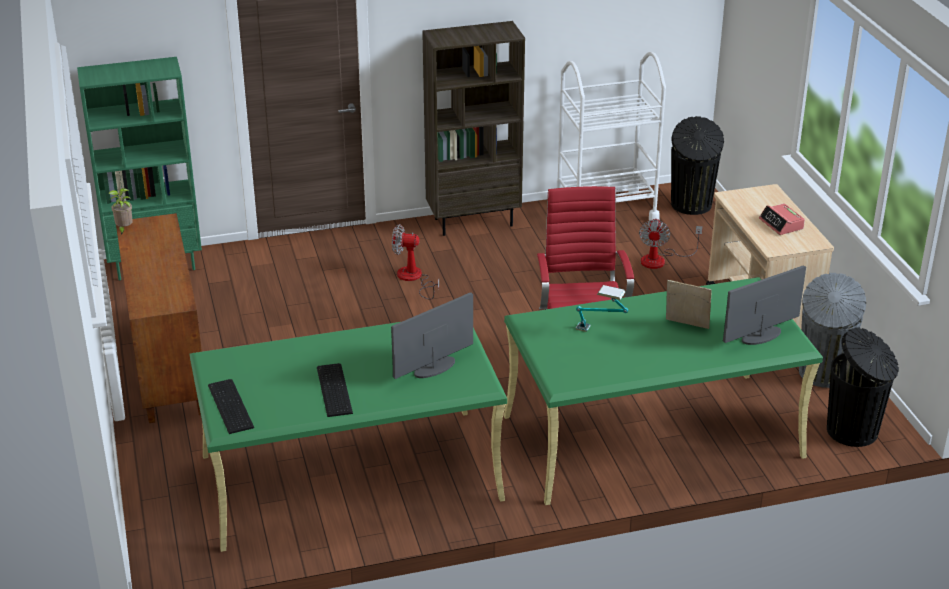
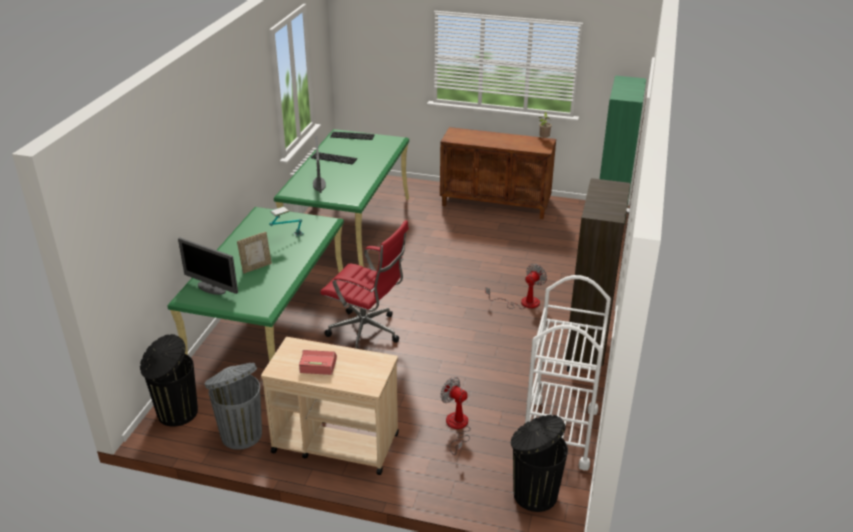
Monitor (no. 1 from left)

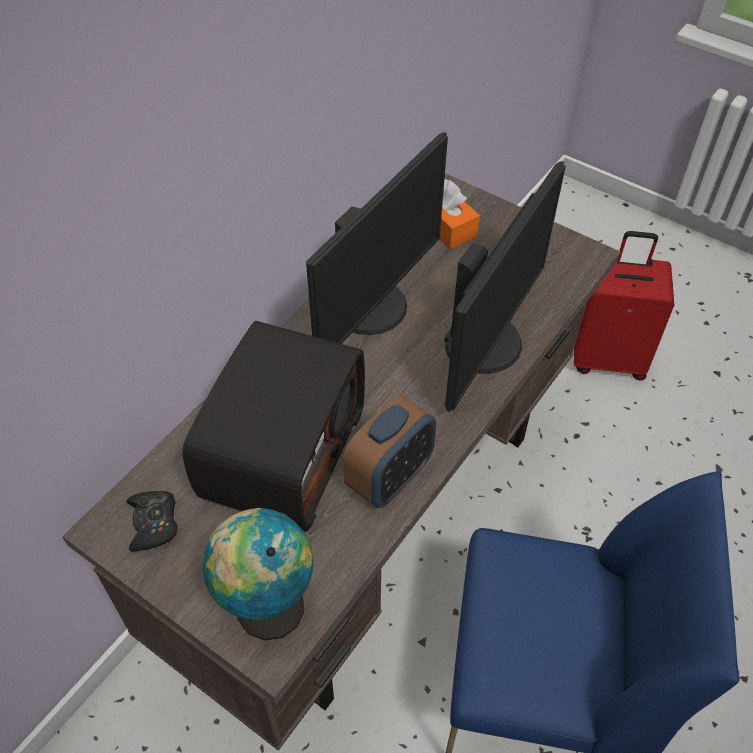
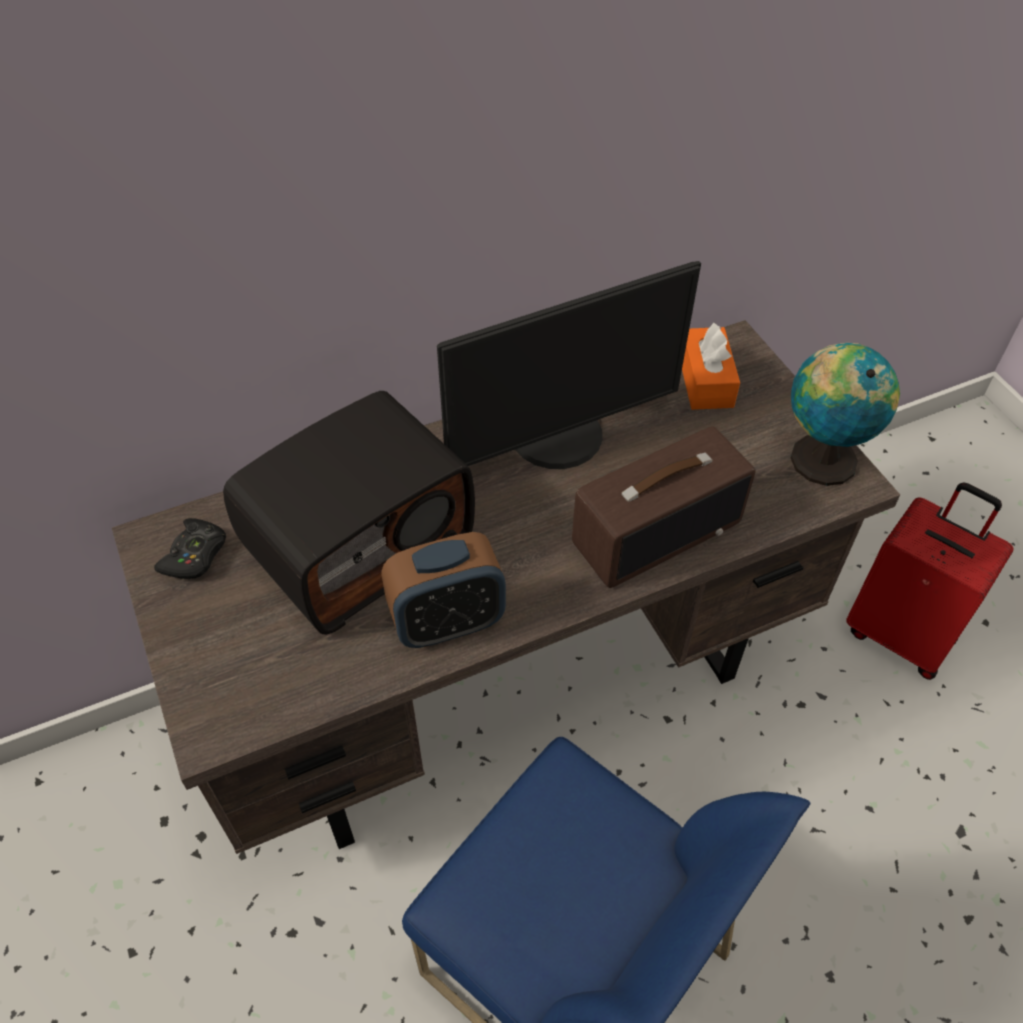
Globus; Radio (no. 2 from left)

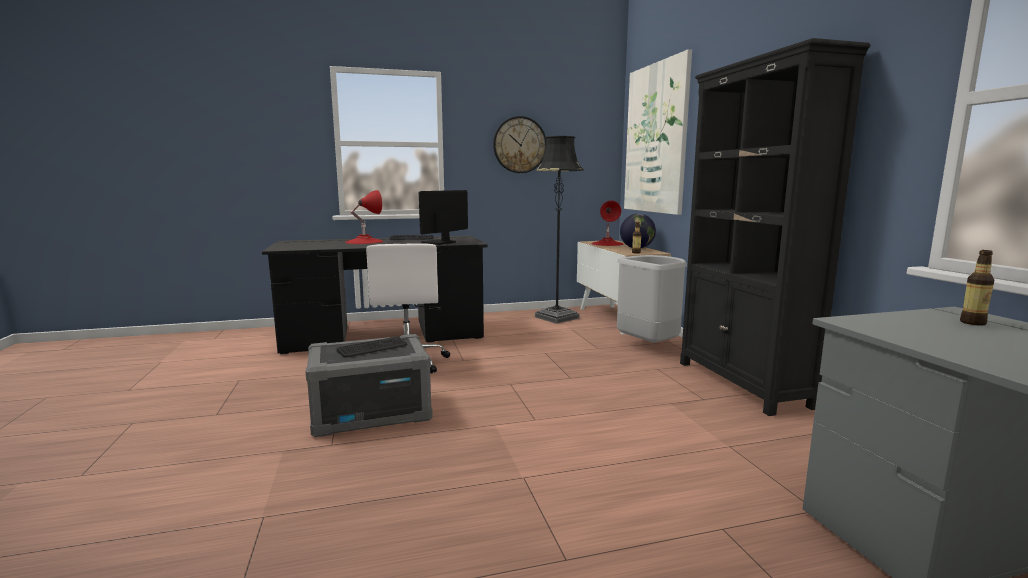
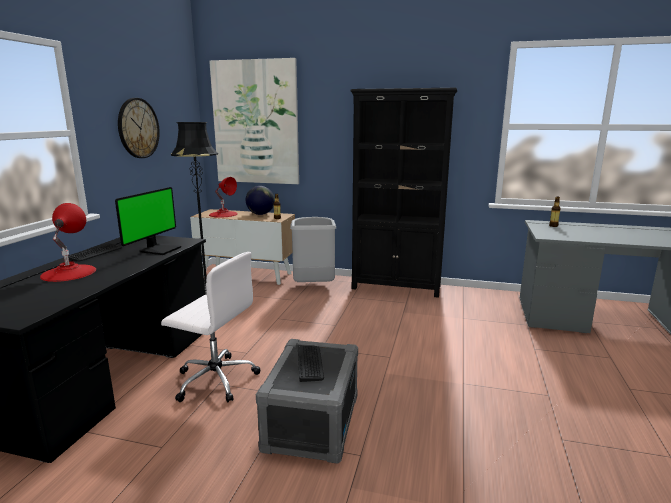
Monitor

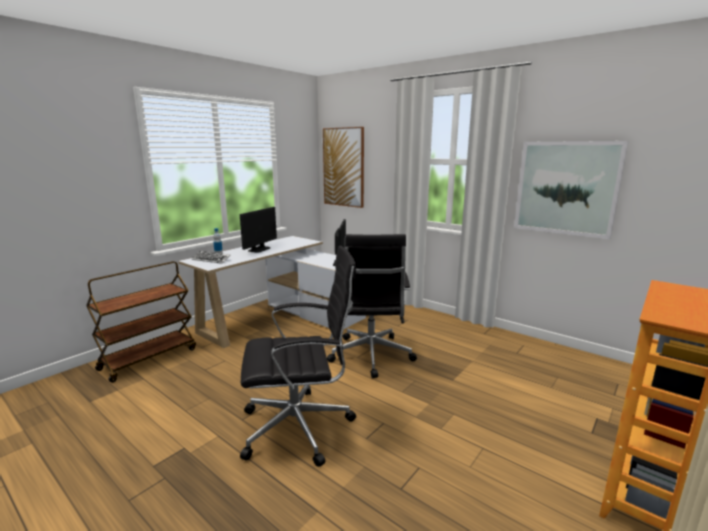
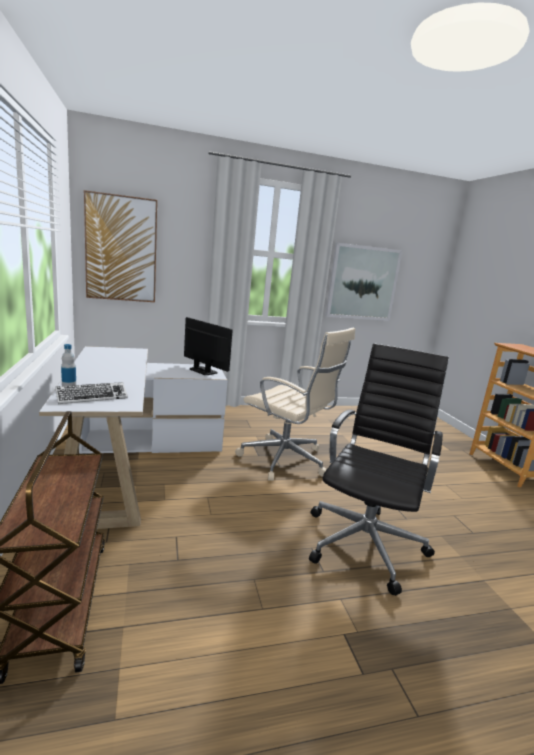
Monitor (no. 1 from left in the first image); Bürostuhl/beige

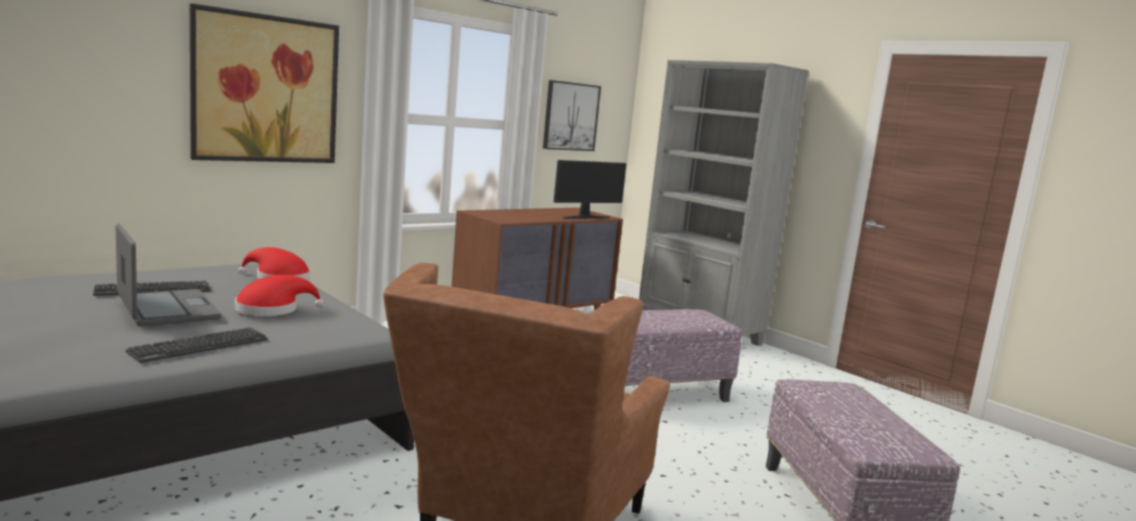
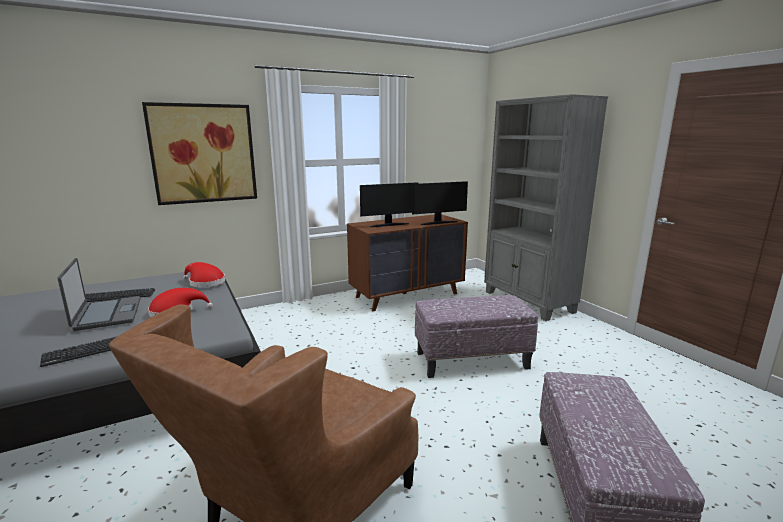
Bild (no. 2 from left in the first image); Monitor (no. 1 from left)

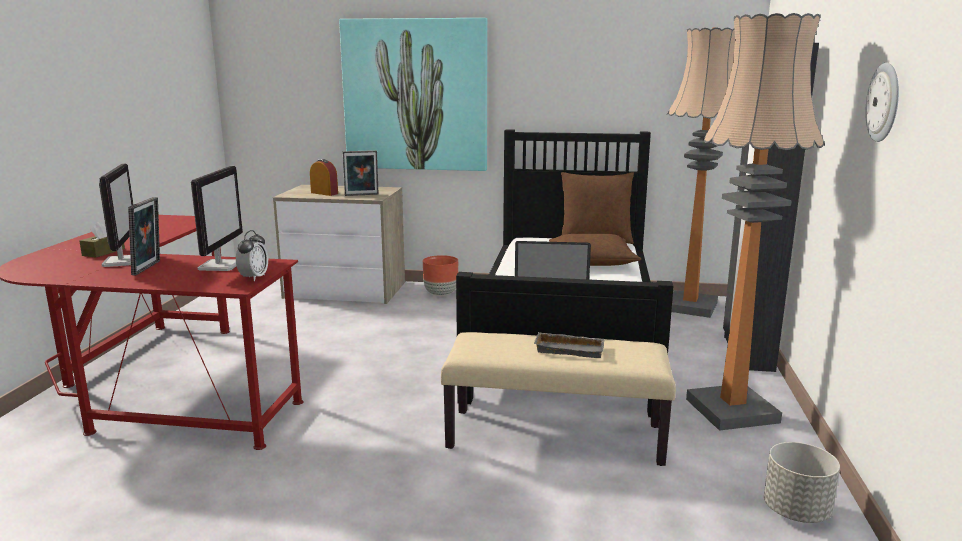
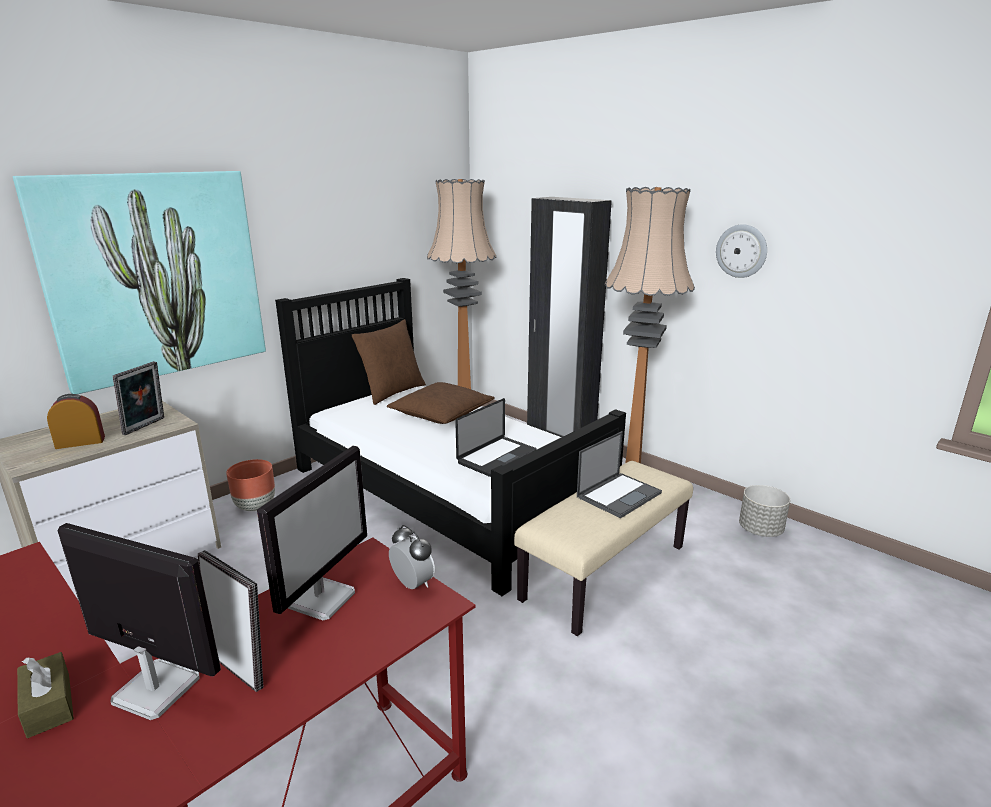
Laptop (no. 2 from left); Monitor (no. 2 from left)

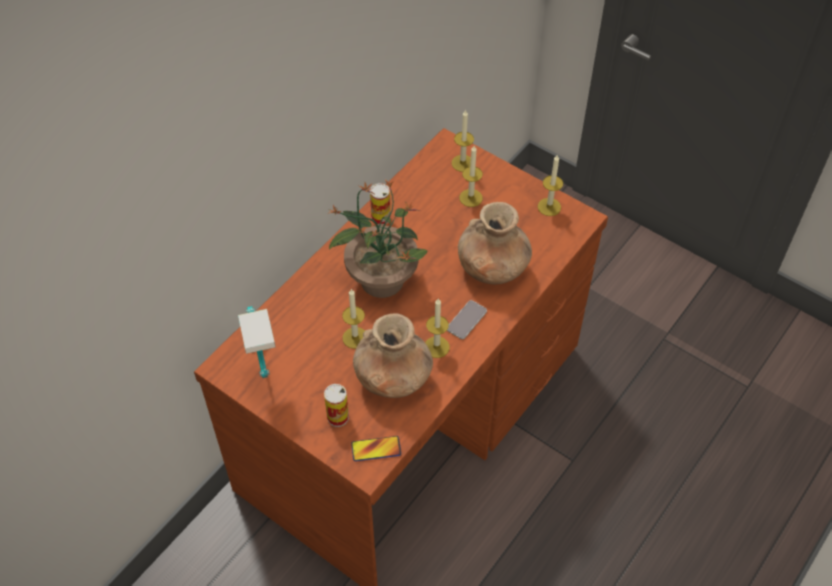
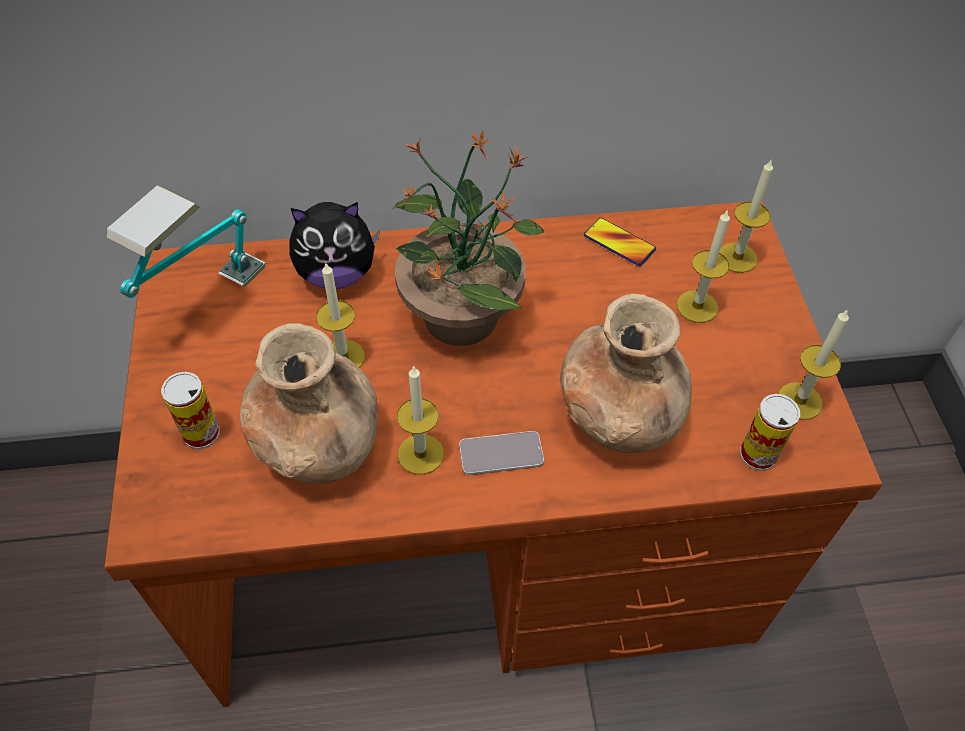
Plüschtier; Handy (no. 2 from left); Dose (no. 2 from left)

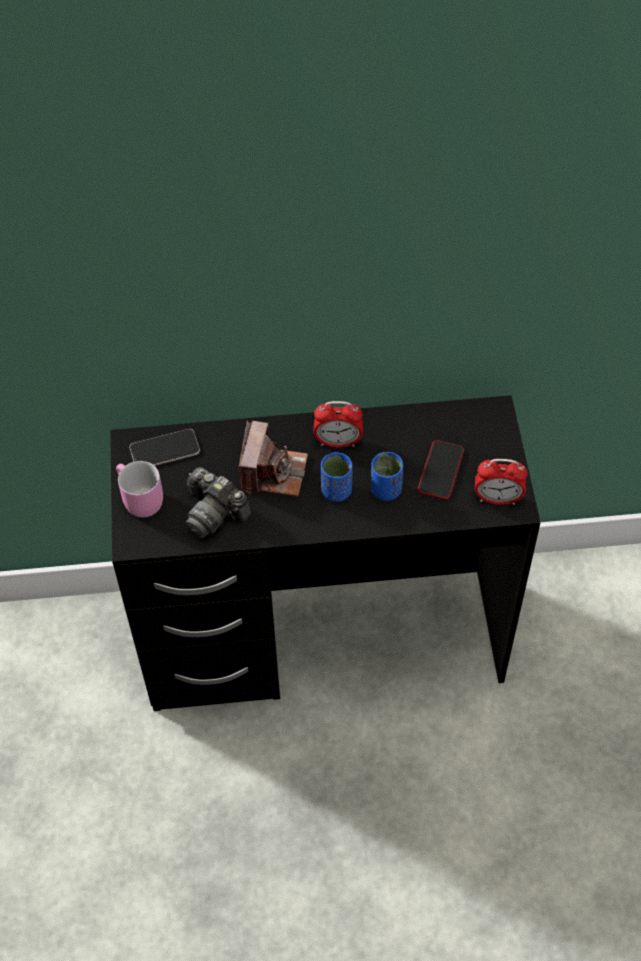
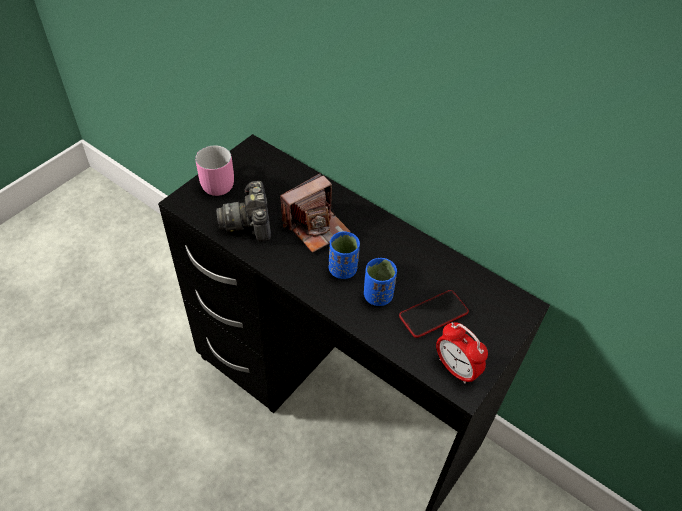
Handy (no. 1 from left in the first image); Wecker (no. 1 from left in the first image)

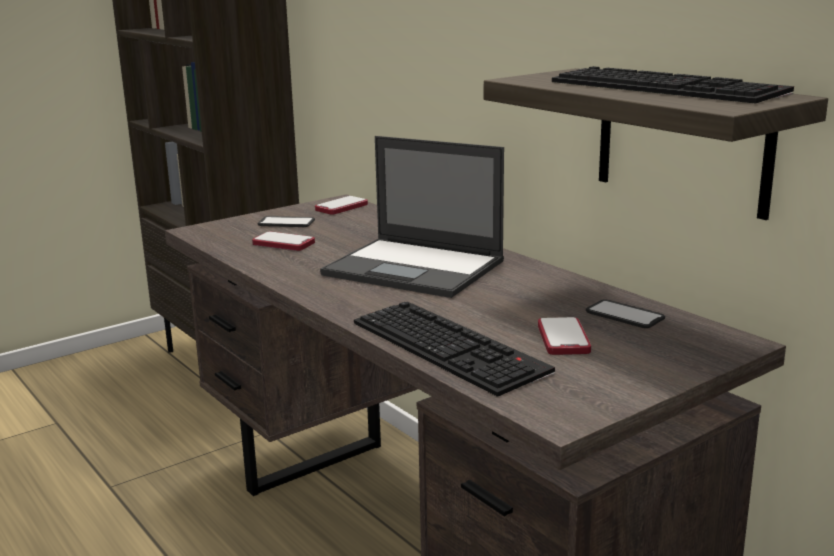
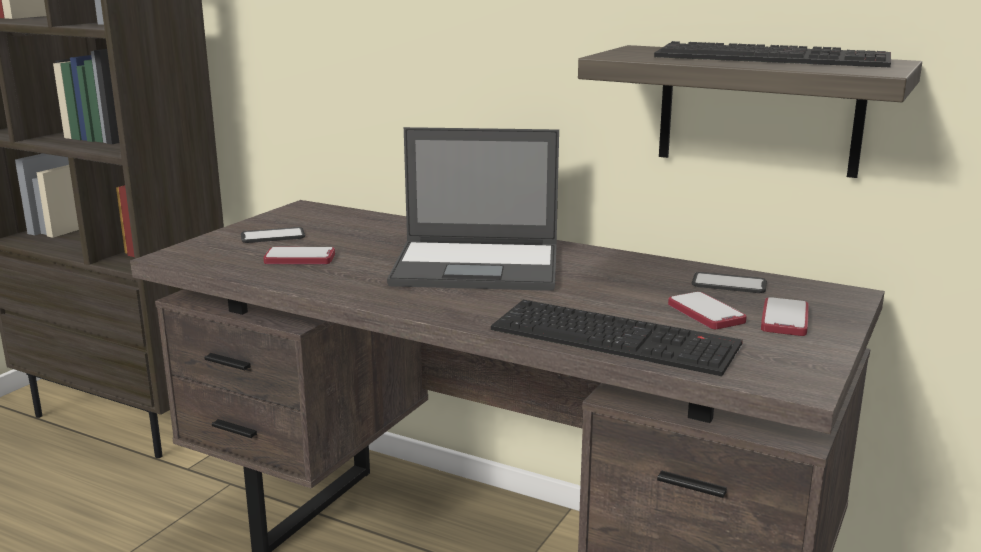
Handy (no. 5 from left)

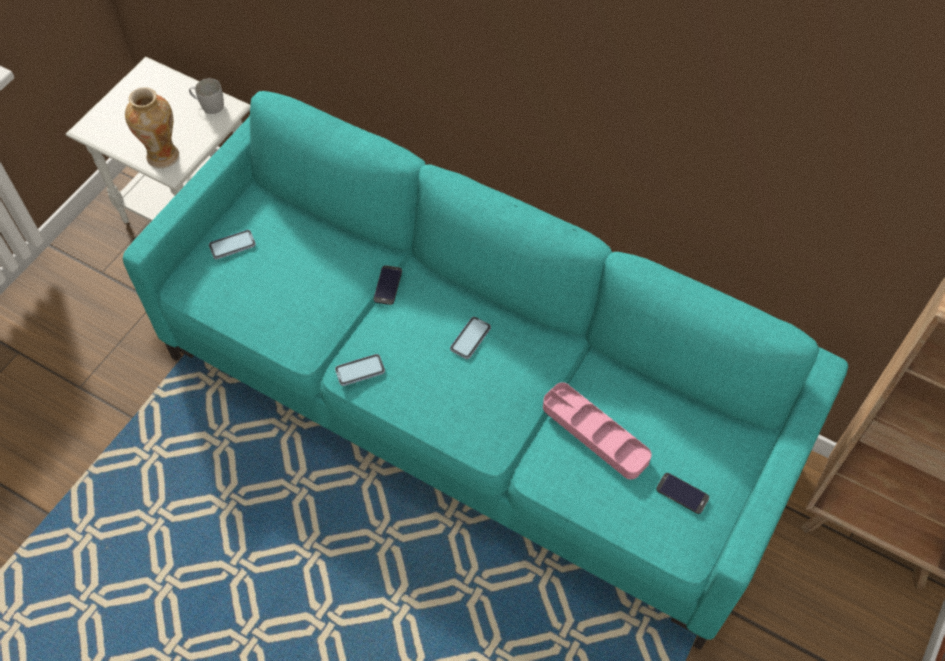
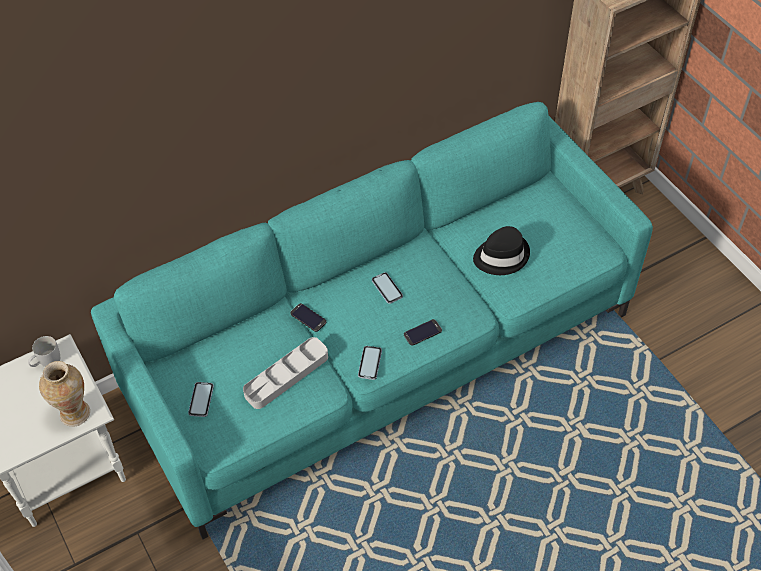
Tablett/grau; Handy (no. 5 from left); Hut/schwarz

